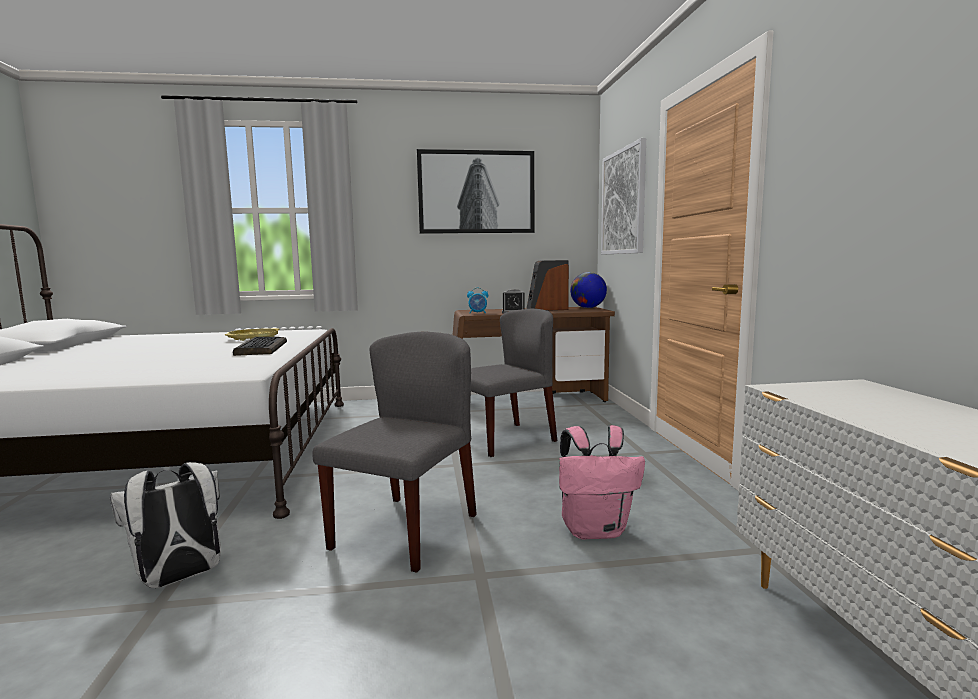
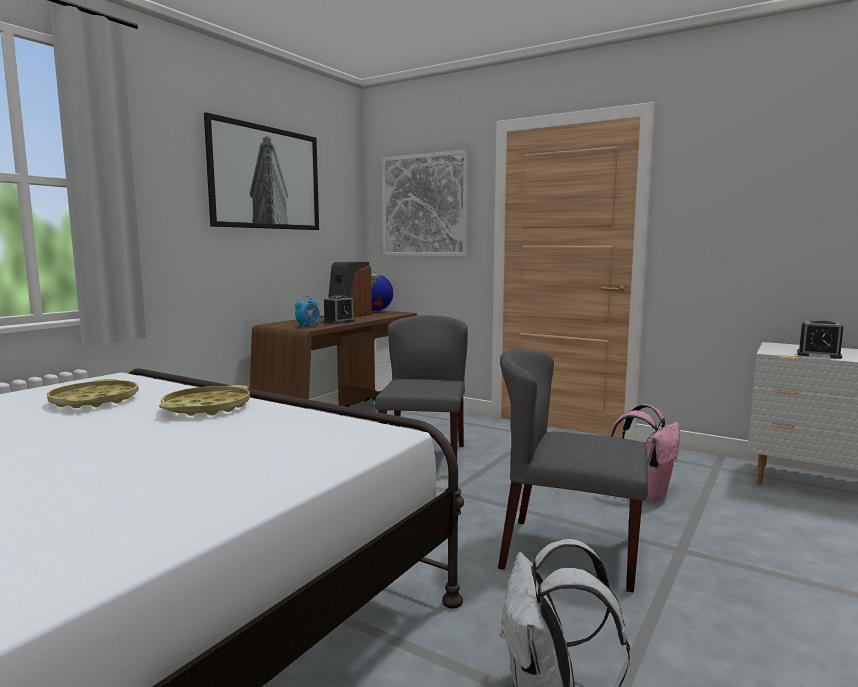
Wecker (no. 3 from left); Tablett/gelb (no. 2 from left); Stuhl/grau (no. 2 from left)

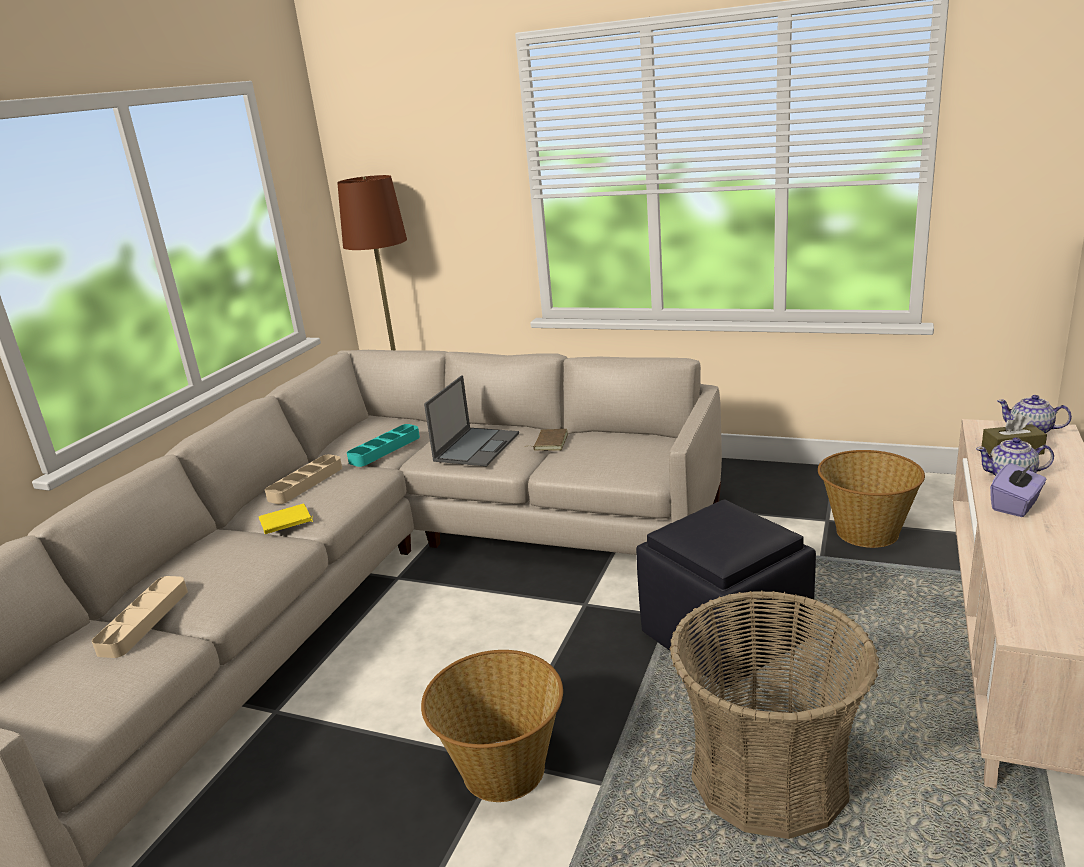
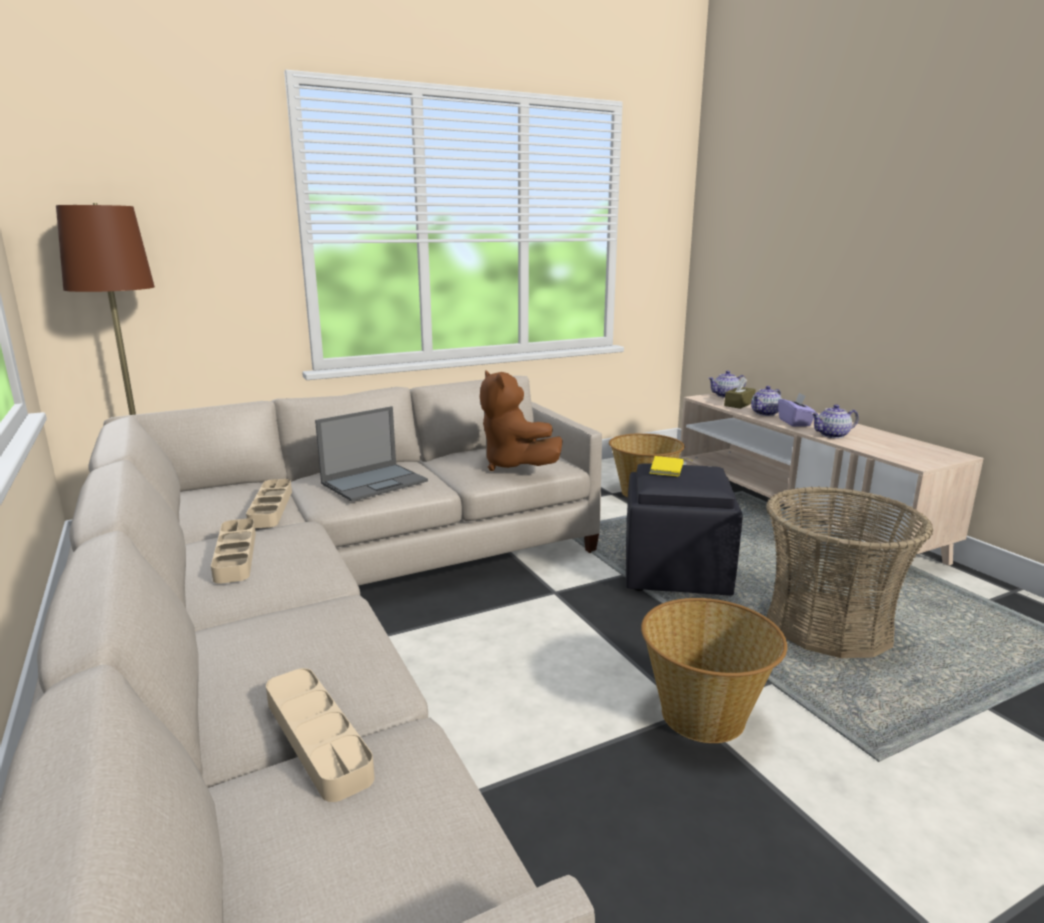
Buch/braun; Plüschtier/braun; Teekanne (no. 3 from left); Buch/gelb; Tablett/beige (no. 2 from left); Laptop

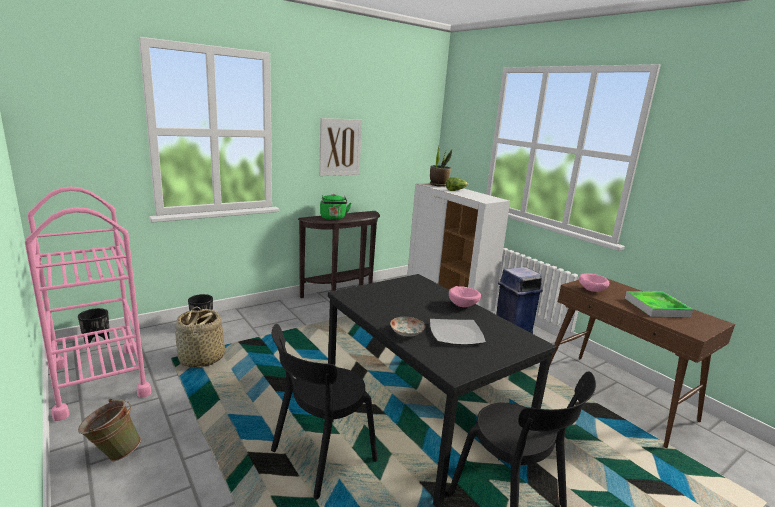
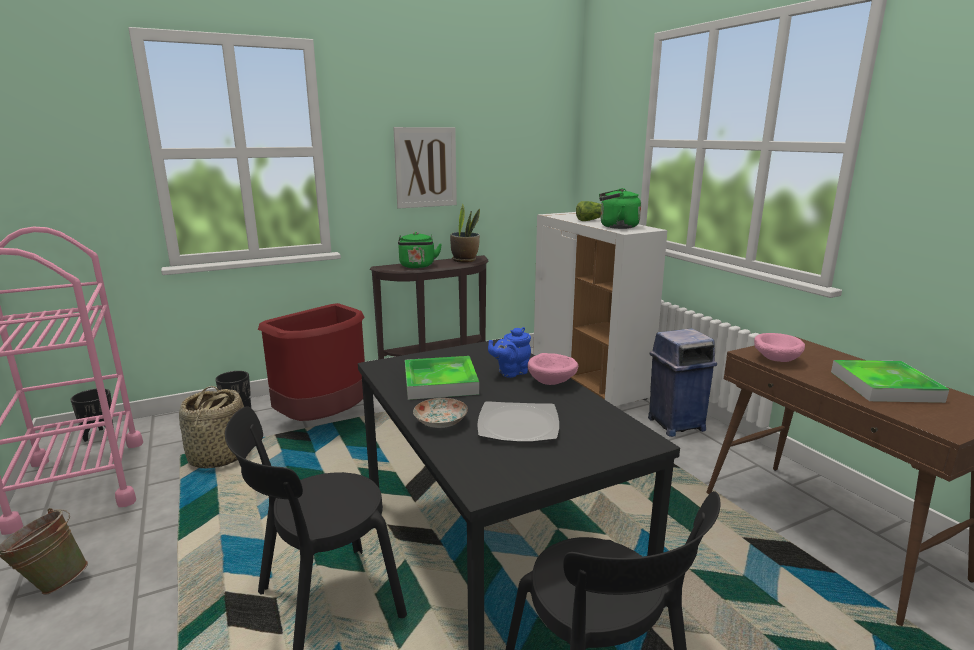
Mülleimer/rot; Tablett (no. 1 from left); Teekanne/blau; Wasserkessel/grün (no. 2 from left); Topfpflanze

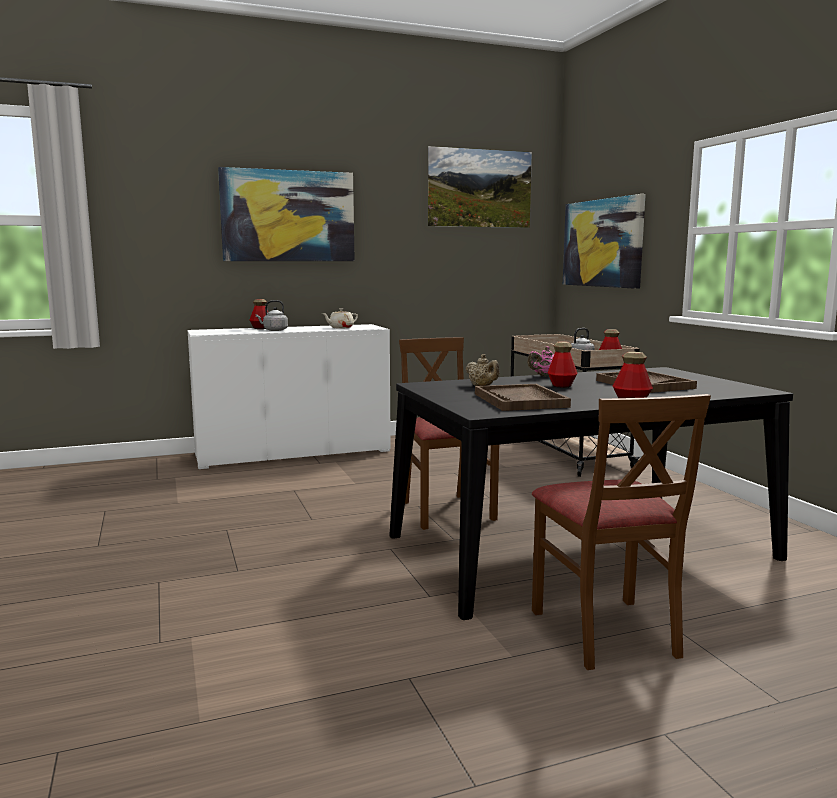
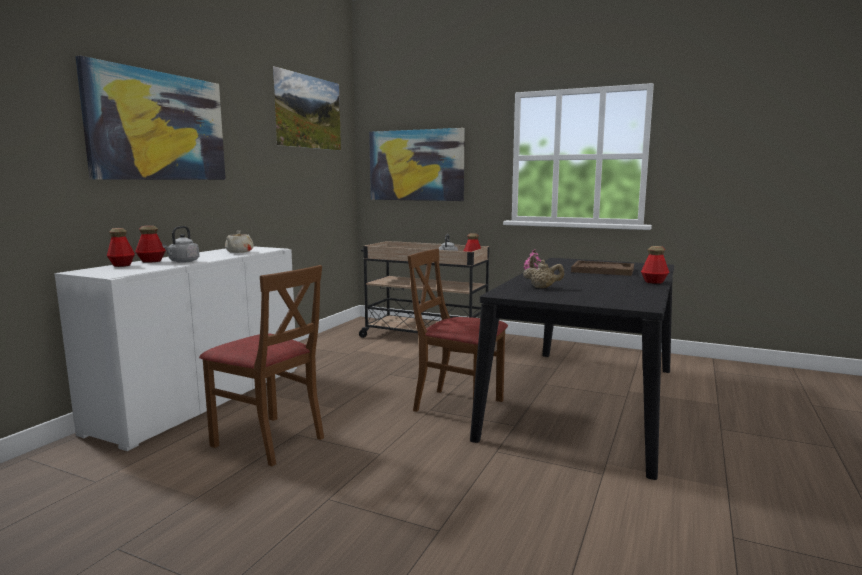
Tablett/braun (no. 1 from left in the first image); Stuhl/braun (no. 1 from left); Flasche (no. 1 from left)

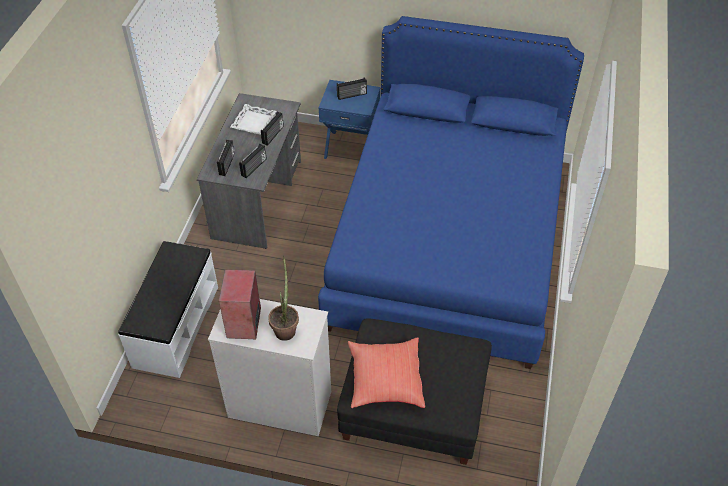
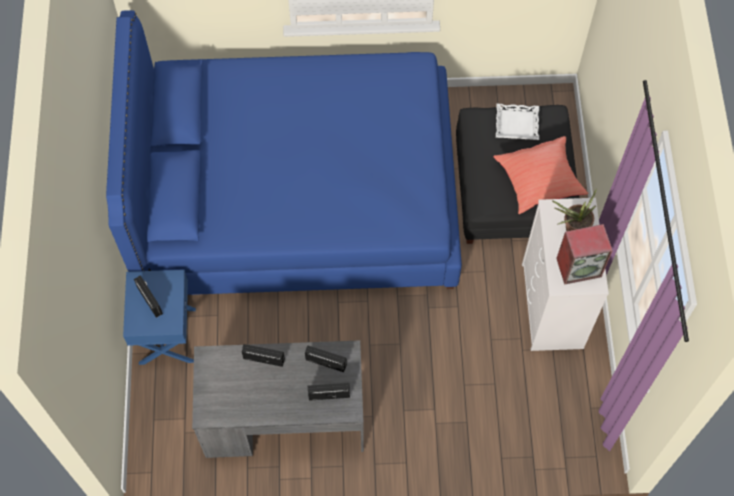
Bank/weiß; Tablett/weiß

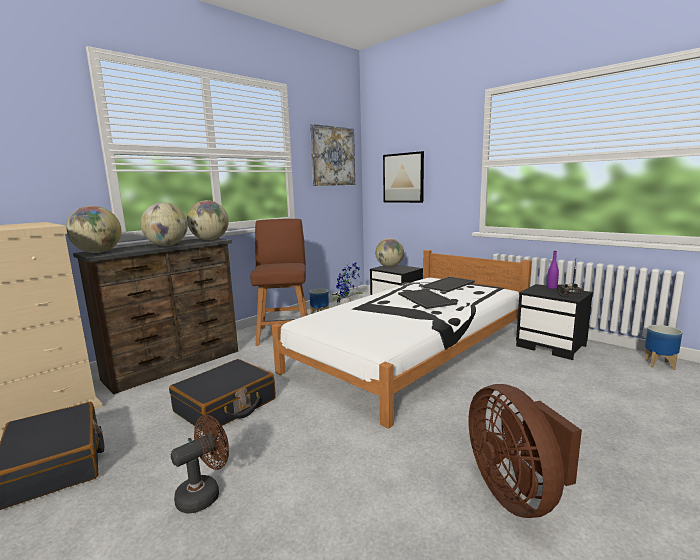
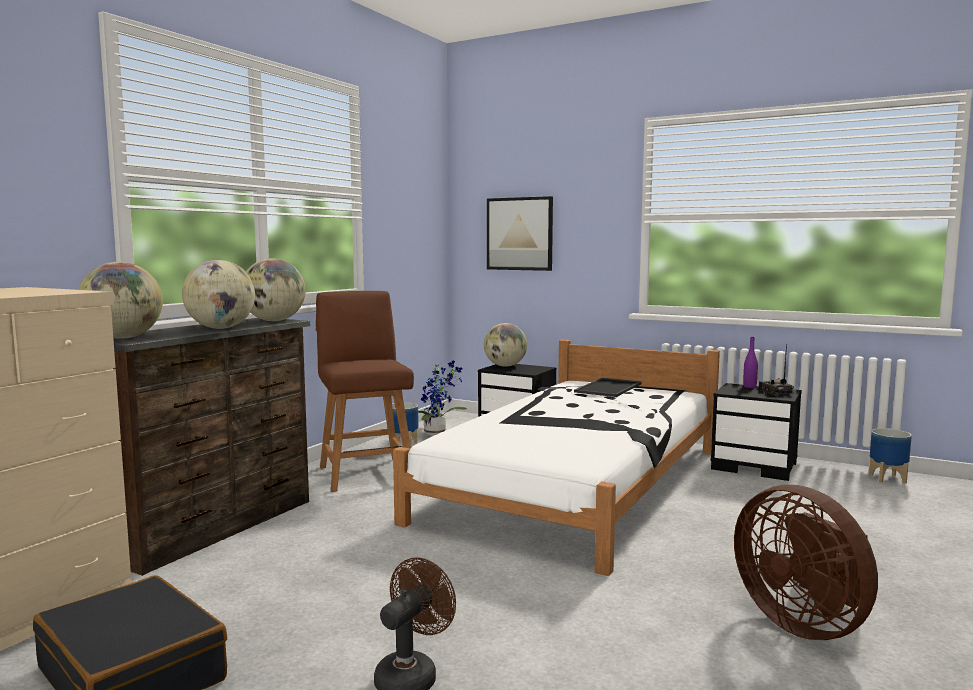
Koffer/schwarz (no. 2 from left in the first image); Bild (no. 1 from left in the first image); Tablett (no. 1 from left in the first image)

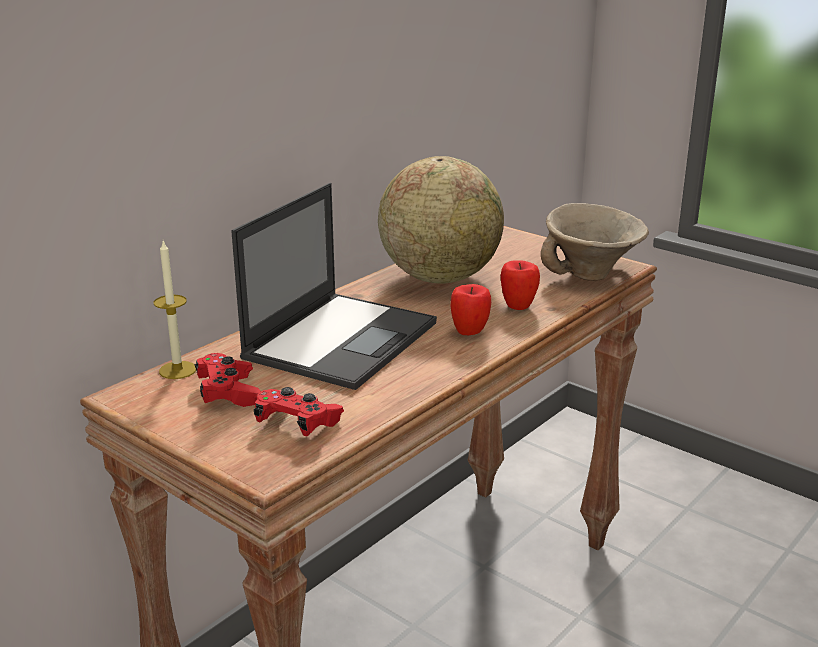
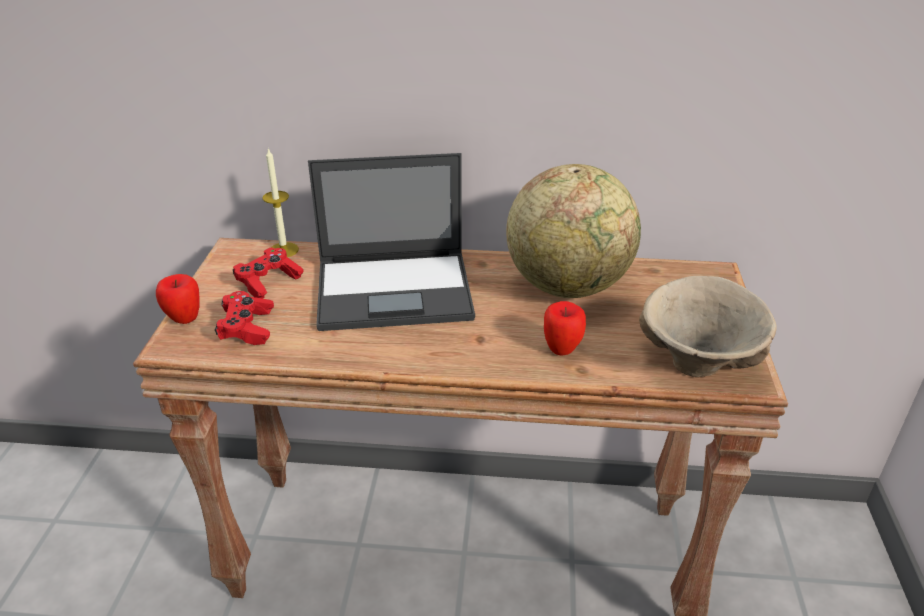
Apfel (no. 1 from left)

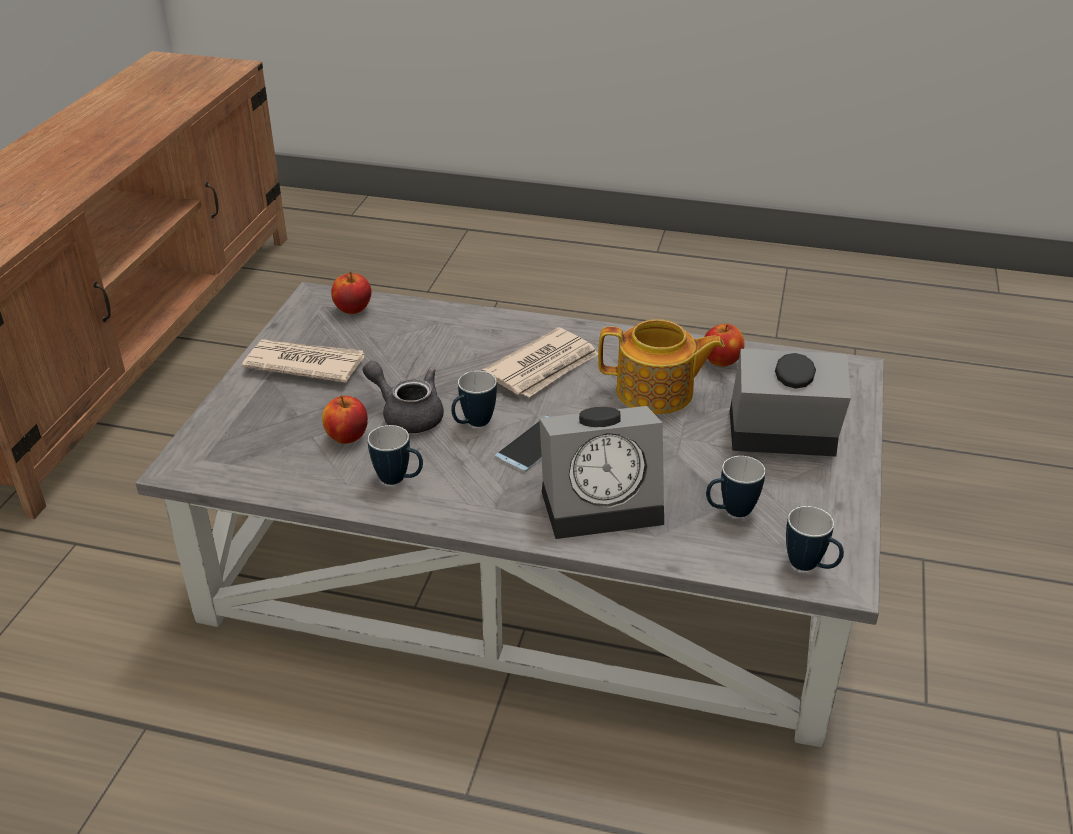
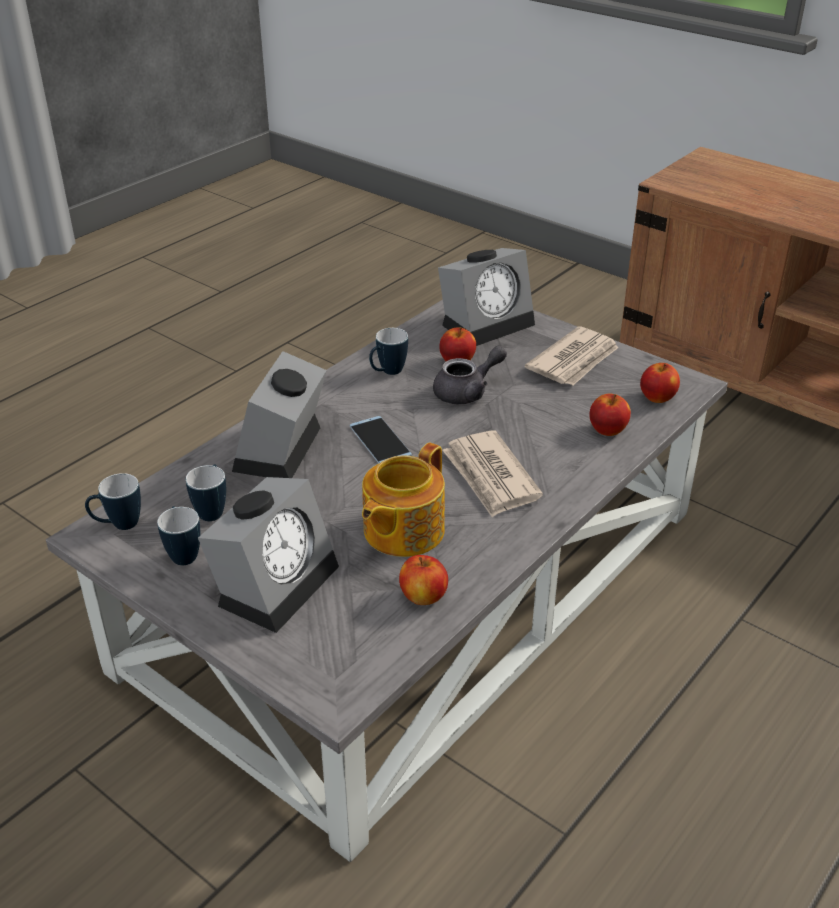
Wecker (no. 3 from left); Apfel (no. 3 from left); Henkelbecher (no. 2 from left)

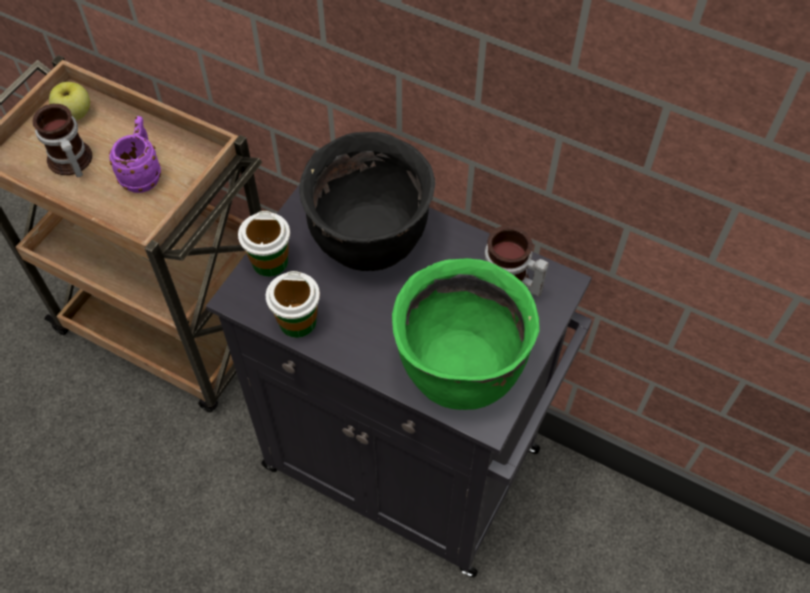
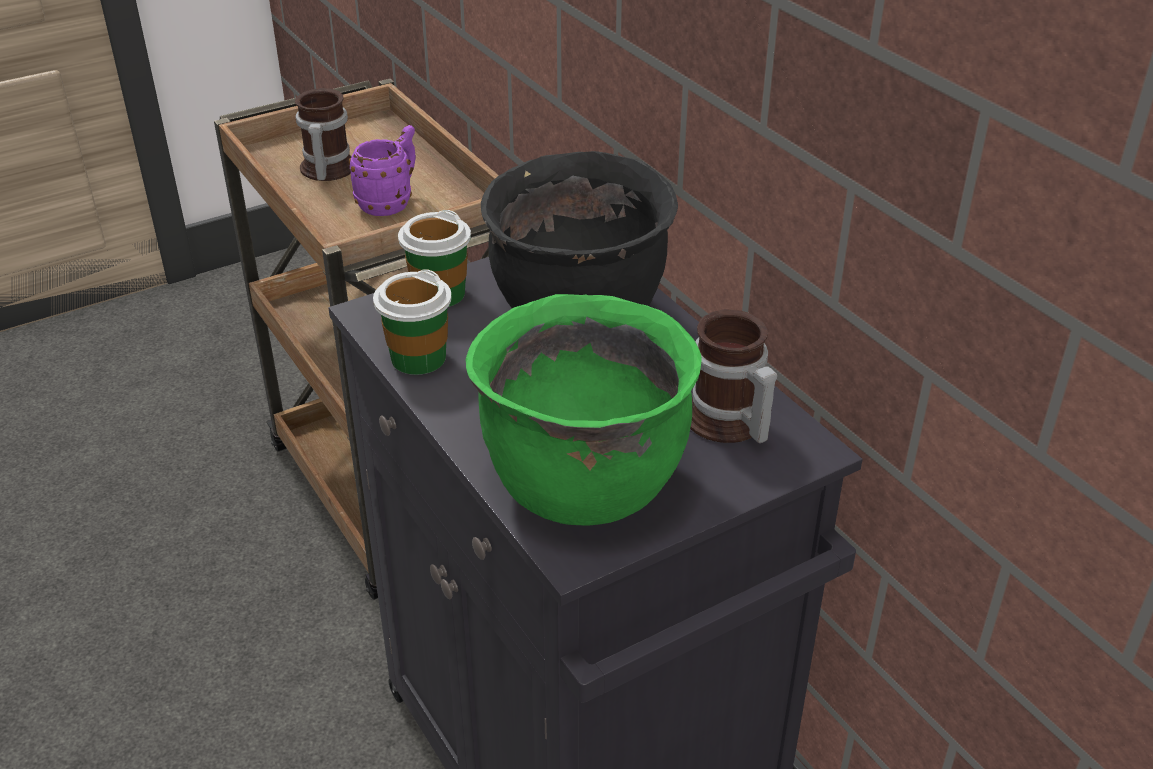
Apfel

